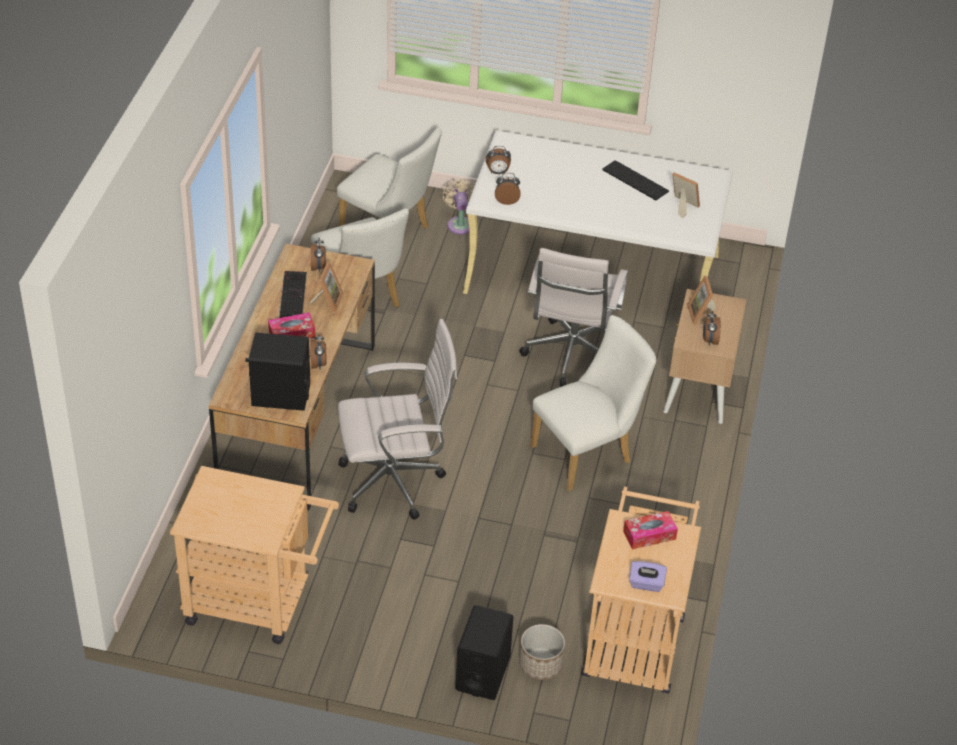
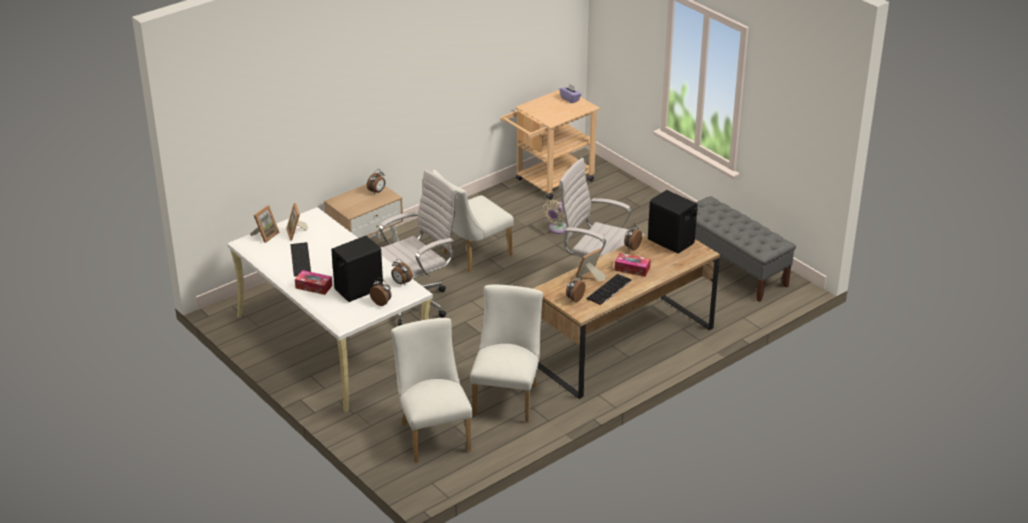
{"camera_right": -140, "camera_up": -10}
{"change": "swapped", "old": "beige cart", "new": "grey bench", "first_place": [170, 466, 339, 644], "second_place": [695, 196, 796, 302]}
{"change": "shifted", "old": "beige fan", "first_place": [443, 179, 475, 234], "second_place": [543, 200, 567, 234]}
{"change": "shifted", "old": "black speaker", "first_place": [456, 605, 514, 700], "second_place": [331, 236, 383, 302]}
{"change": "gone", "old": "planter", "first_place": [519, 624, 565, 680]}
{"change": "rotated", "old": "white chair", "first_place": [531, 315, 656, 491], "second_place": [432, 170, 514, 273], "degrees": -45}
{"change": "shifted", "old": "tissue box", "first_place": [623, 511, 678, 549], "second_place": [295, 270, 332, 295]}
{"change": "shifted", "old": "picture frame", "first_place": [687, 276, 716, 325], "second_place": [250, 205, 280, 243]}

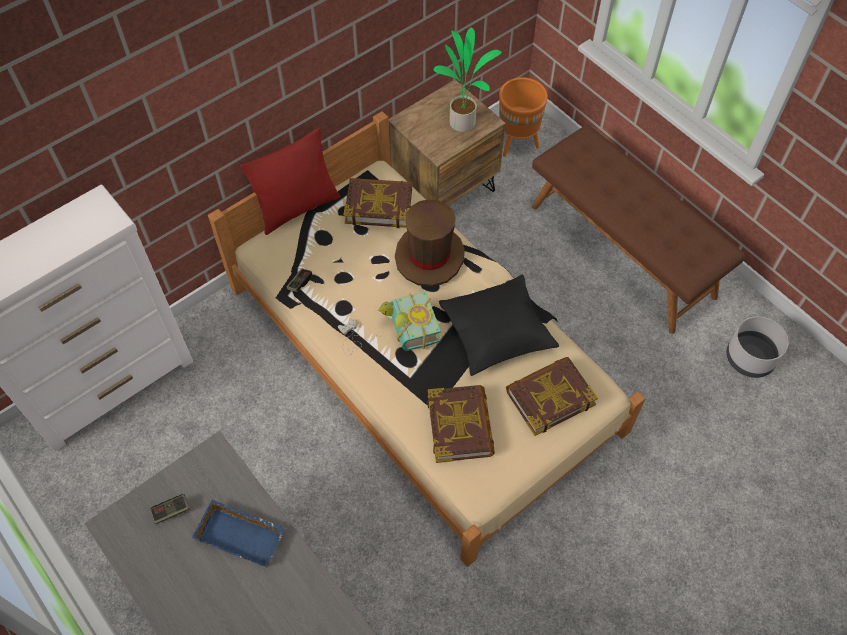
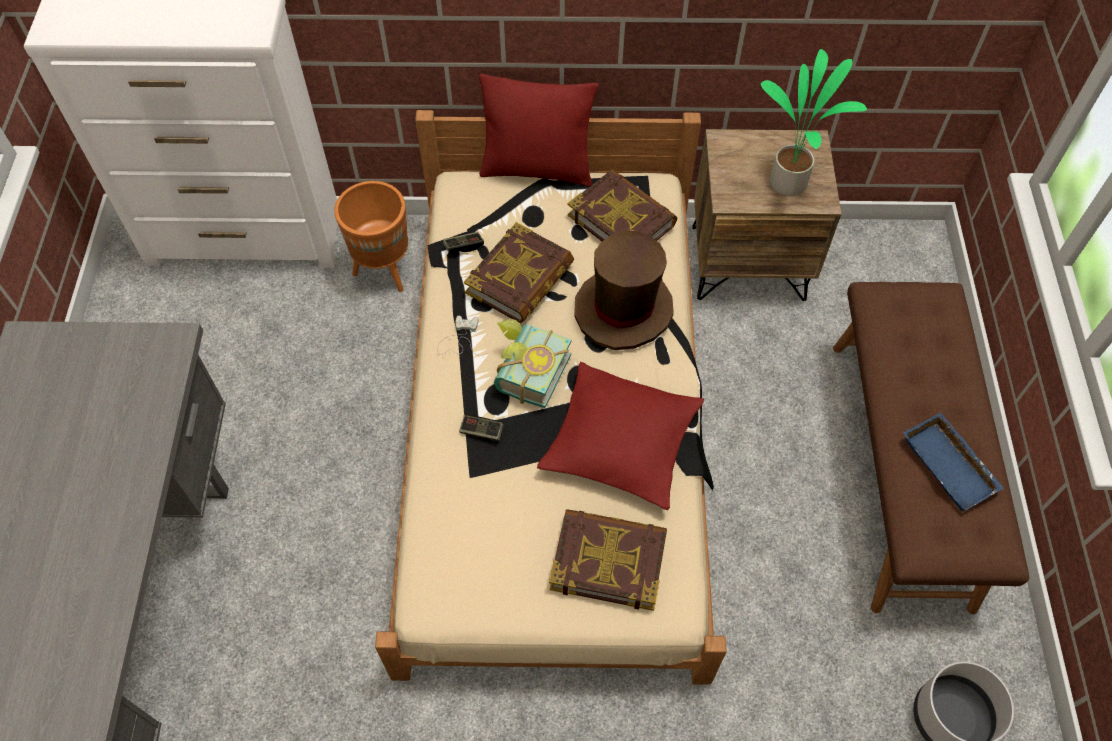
{"camera_right": 40, "camera_up": 0}
{"change": "shifted", "old": "game controller", "first_place": [150, 494, 190, 524], "second_place": [459, 414, 504, 441]}
{"change": "shifted", "old": "blue tray", "first_place": [192, 500, 286, 567], "second_place": [903, 412, 1004, 511]}
{"change": "shifted", "old": "book", "first_place": [428, 385, 495, 463], "second_place": [464, 222, 574, 324]}
{"change": "repainted", "old": "black pillow", "new": "red pillow", "first_place": [439, 274, 559, 376], "second_place": [537, 362, 704, 510]}
{"change": "shifted", "old": "orange planter", "first_place": [499, 77, 548, 157], "second_place": [334, 181, 408, 292]}

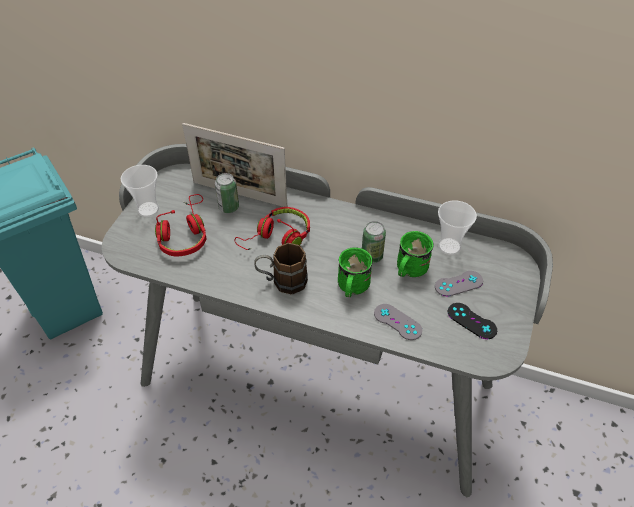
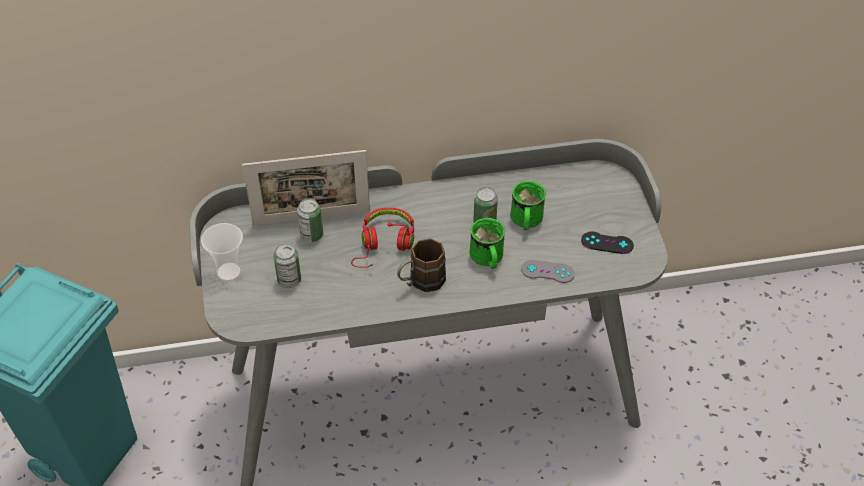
{"camera_right": -30, "camera_up": 0}
{"change": "swapped", "old": "red headphones", "new": "can", "first_place": [155, 194, 207, 256], "second_place": [273, 244, 301, 288]}
{"change": "gone", "old": "grey game controller", "first_place": [435, 271, 483, 297]}
{"change": "gone", "old": "cup", "first_place": [438, 201, 477, 255]}

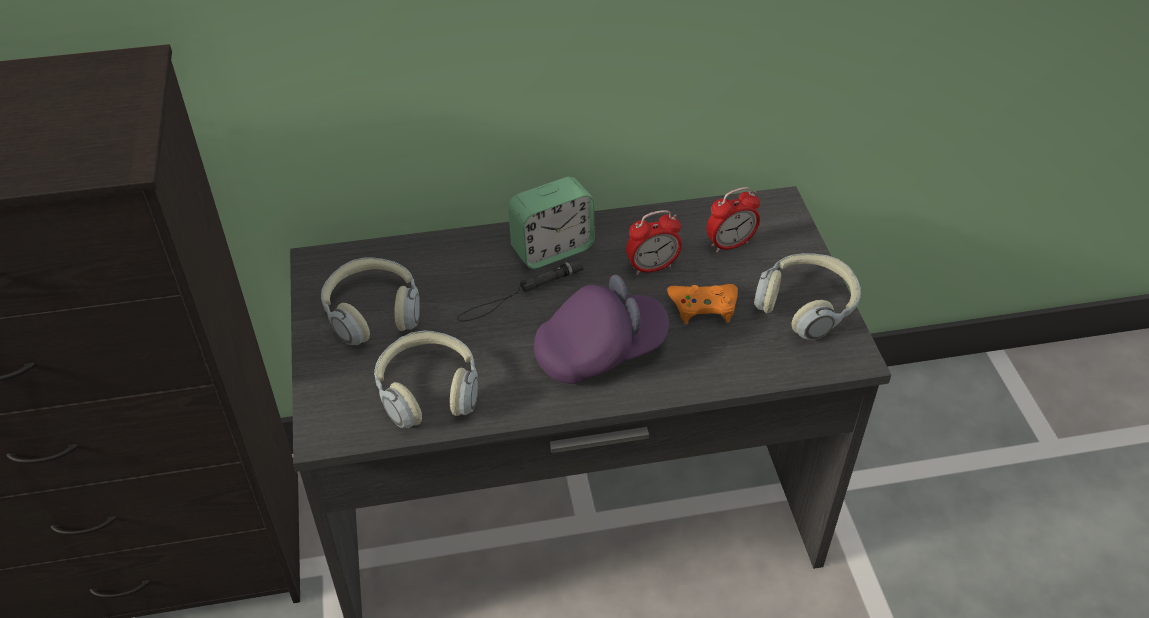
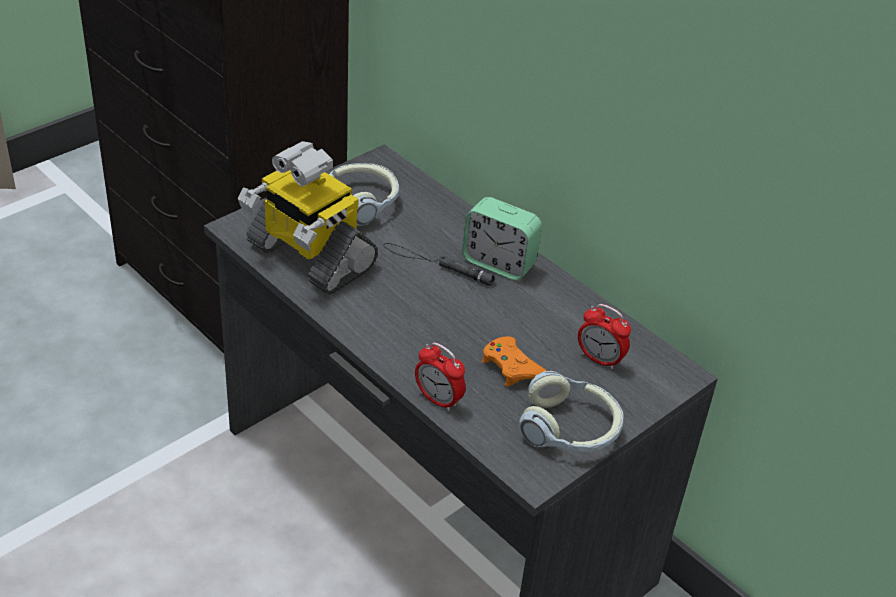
{"camera_right": 55, "camera_up": -5}
{"change": "swapped", "old": "headphones", "new": "toy robot", "first_place": [374, 331, 478, 428], "second_place": [238, 141, 378, 295]}
{"change": "gone", "old": "purple cap", "first_place": [534, 275, 669, 384]}
{"change": "shifted", "old": "alarm clock", "first_place": [626, 210, 682, 275], "second_place": [415, 343, 466, 411]}

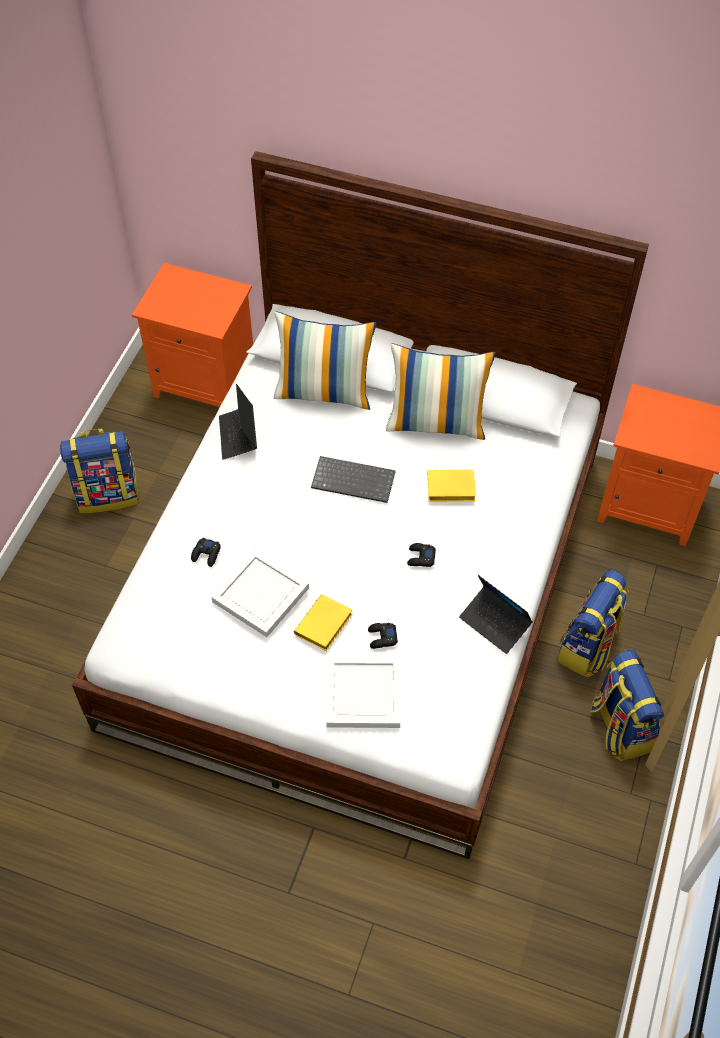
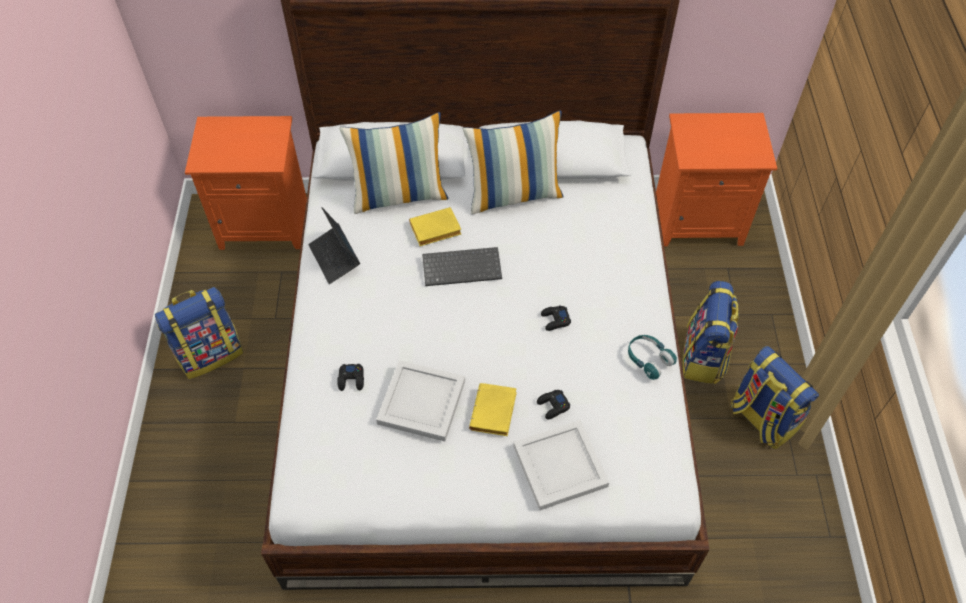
{"camera_right": -20, "camera_up": 0}
{"change": "shifted", "old": "yellow book", "first_place": [427, 469, 476, 501], "second_place": [409, 207, 461, 246]}
{"change": "swapped", "old": "laptop", "new": "turquoise headphones", "first_place": [459, 575, 533, 654], "second_place": [628, 335, 677, 380]}

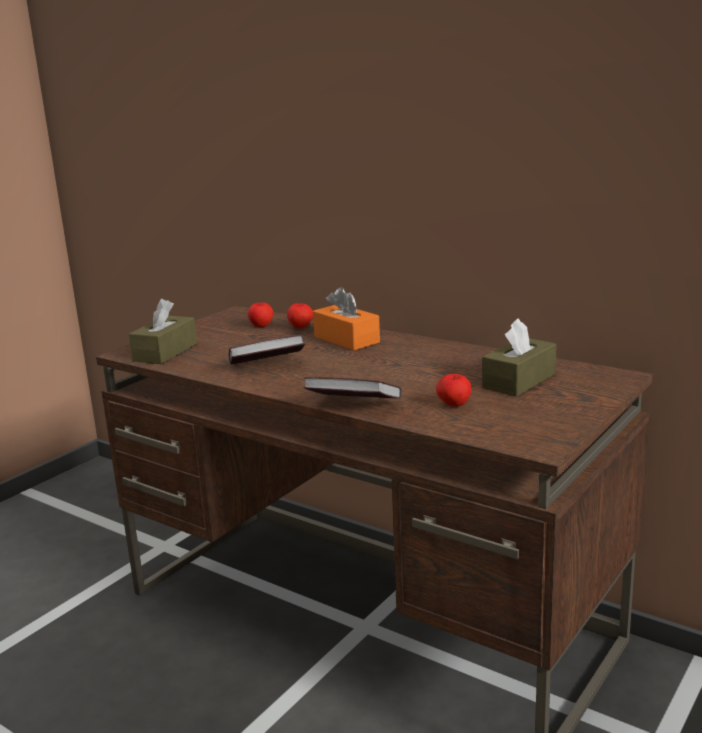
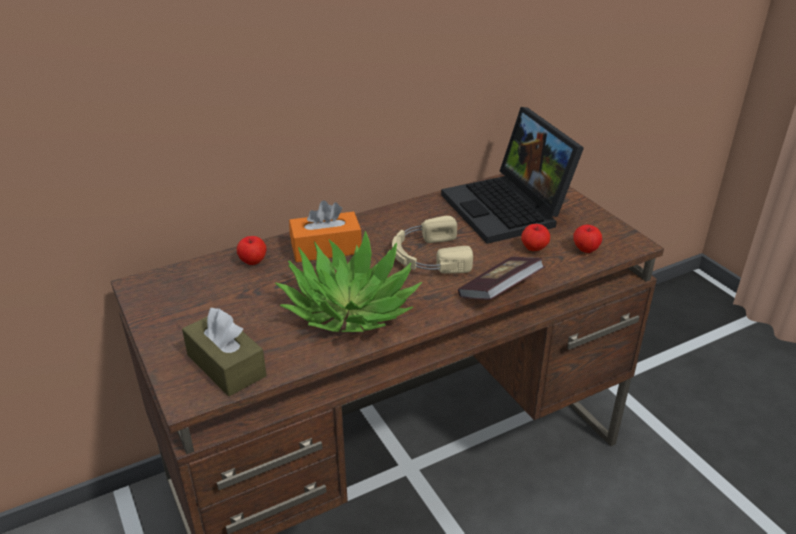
{"camera_right": -65, "camera_up": 15}
{"change": "swapped", "old": "book", "new": "potted plant", "first_place": [229, 335, 305, 365], "second_place": [275, 231, 422, 332]}
{"change": "shifted", "old": "apple", "first_place": [247, 302, 274, 327], "second_place": [573, 225, 602, 253]}
{"change": "swapped", "old": "brown tissue box", "new": "laptop", "first_place": [482, 318, 557, 397], "second_place": [441, 107, 584, 244]}
{"change": "new", "new": "beige headphones", "second_place": [392, 216, 473, 274]}

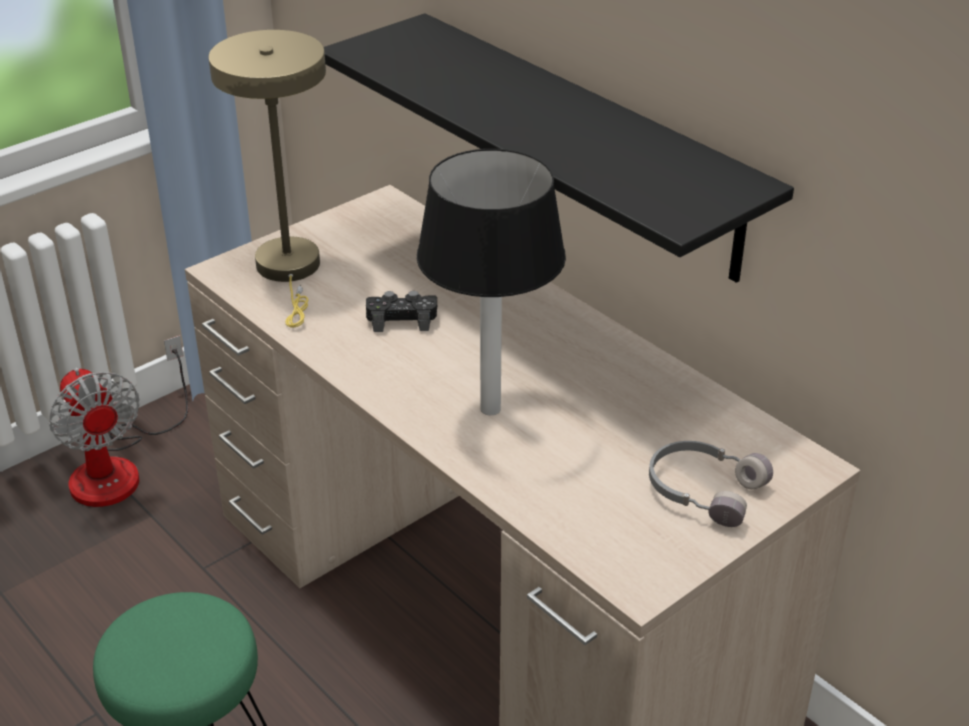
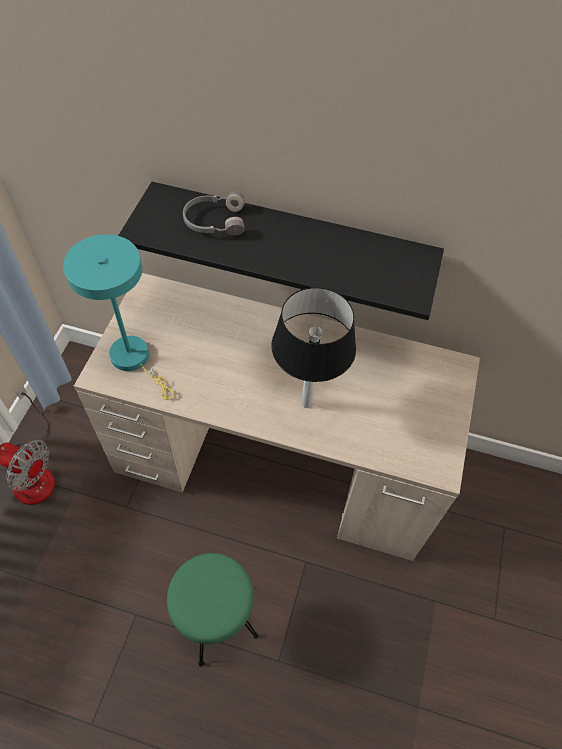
{"camera_right": -35, "camera_up": 20}
{"change": "repainted", "old": "beige table lamp", "new": "turquoise table lamp", "first_place": [209, 30, 326, 328], "second_place": [63, 234, 174, 400]}
{"change": "gone", "old": "black game controller", "first_place": [366, 291, 437, 332]}
{"change": "shifted", "old": "grey headphones", "first_place": [649, 441, 773, 527], "second_place": [183, 191, 245, 236]}

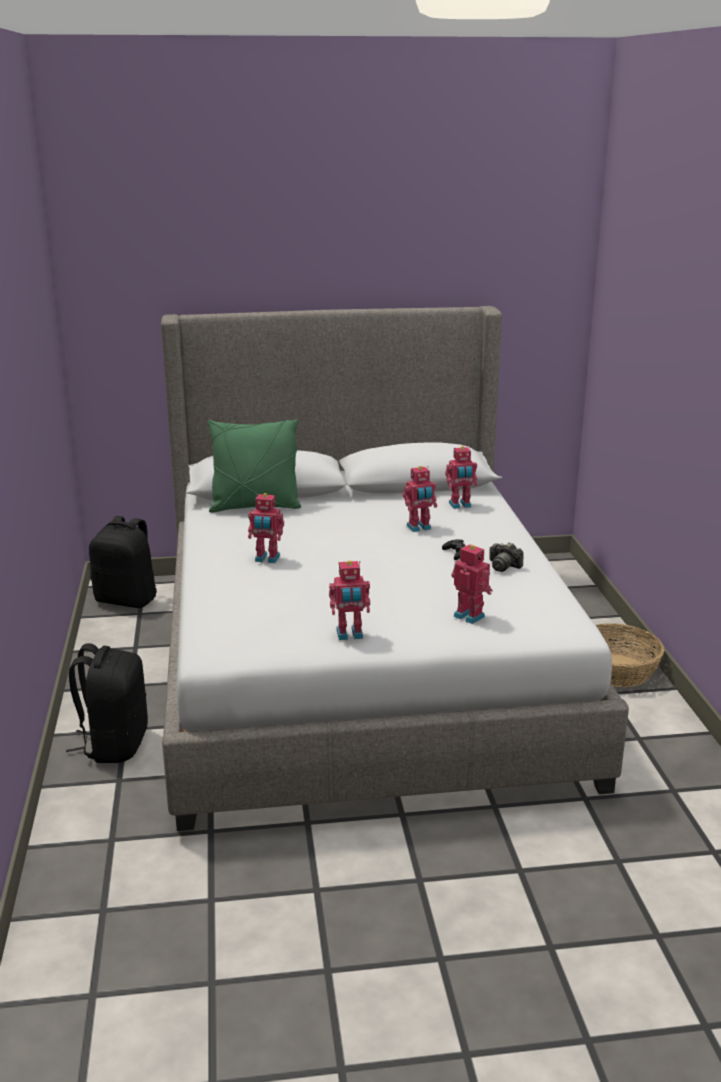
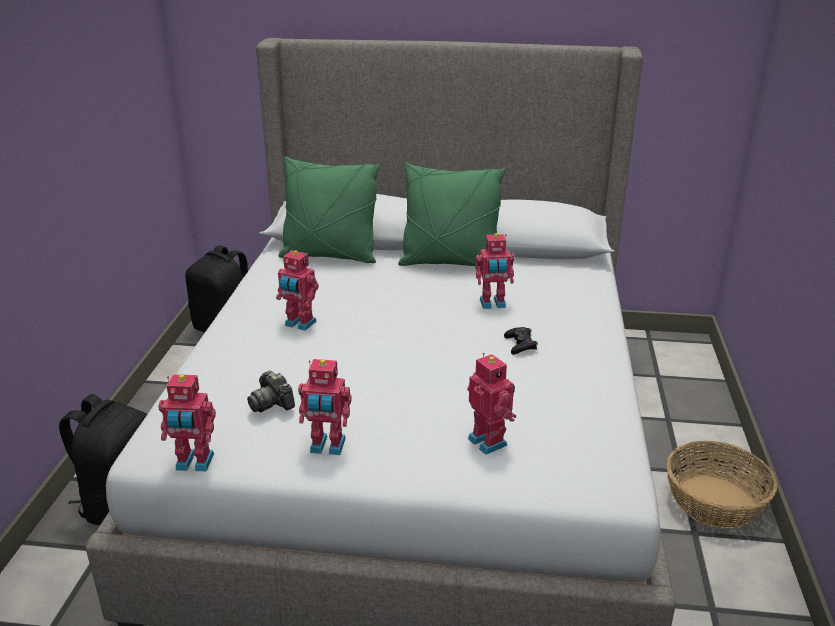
{"camera_right": 15, "camera_up": 5}
{"change": "shifted", "old": "toy robot", "first_place": [445, 446, 477, 509], "second_place": [158, 374, 216, 472]}
{"change": "shifted", "old": "photo camera", "first_place": [489, 542, 523, 572], "second_place": [247, 370, 295, 412]}
{"change": "new", "new": "green pillow", "second_place": [398, 162, 506, 266]}

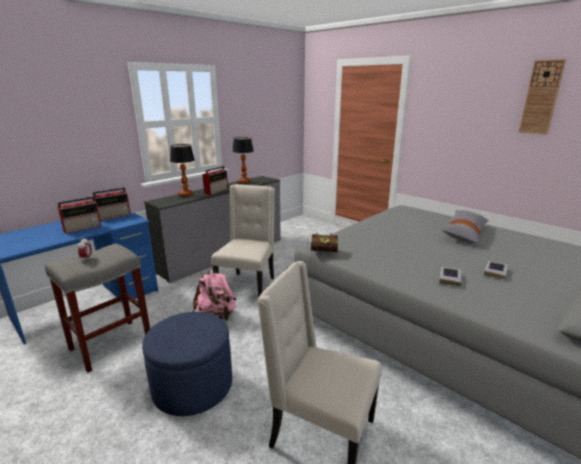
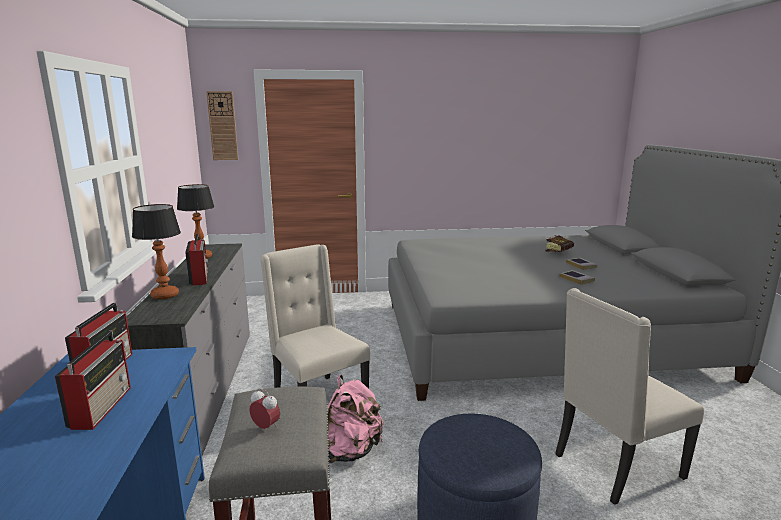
{"camera_right": -50, "camera_up": -5}
{"change": "shifted", "old": "book", "first_place": [311, 233, 344, 252], "second_place": [545, 235, 574, 252]}
{"change": "gone", "old": "grey pillow", "first_place": [442, 210, 489, 244]}
{"change": "shifted", "old": "wall clock", "first_place": [519, 59, 566, 135], "second_place": [206, 91, 239, 160]}

